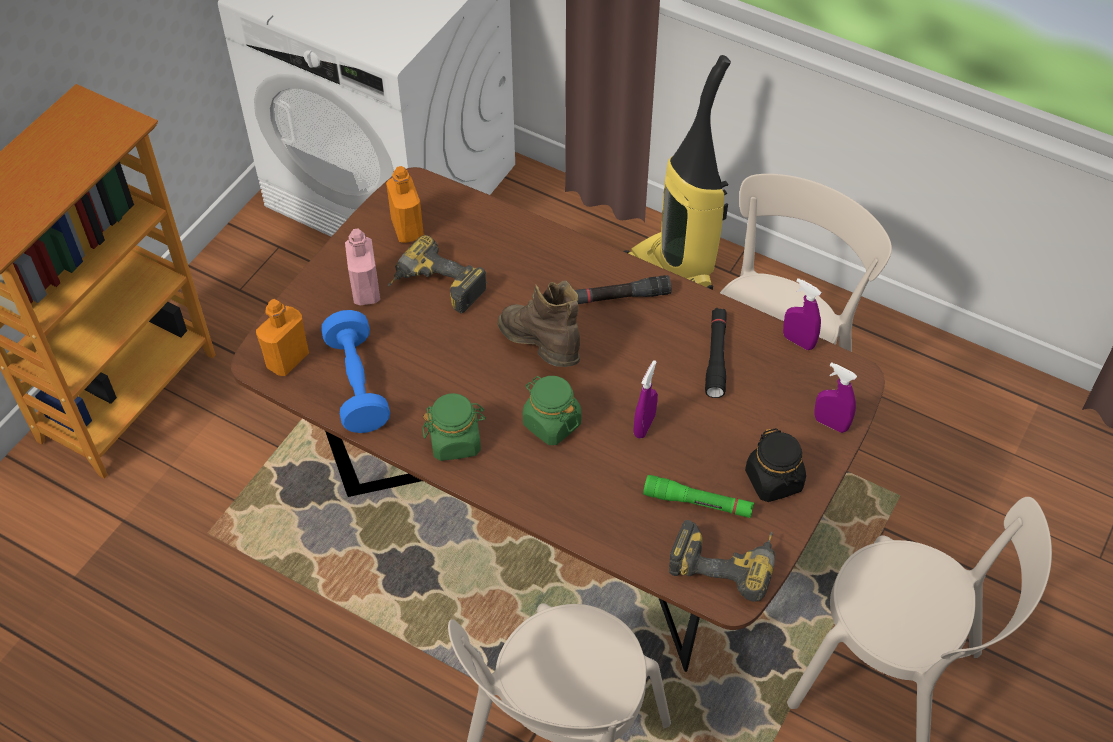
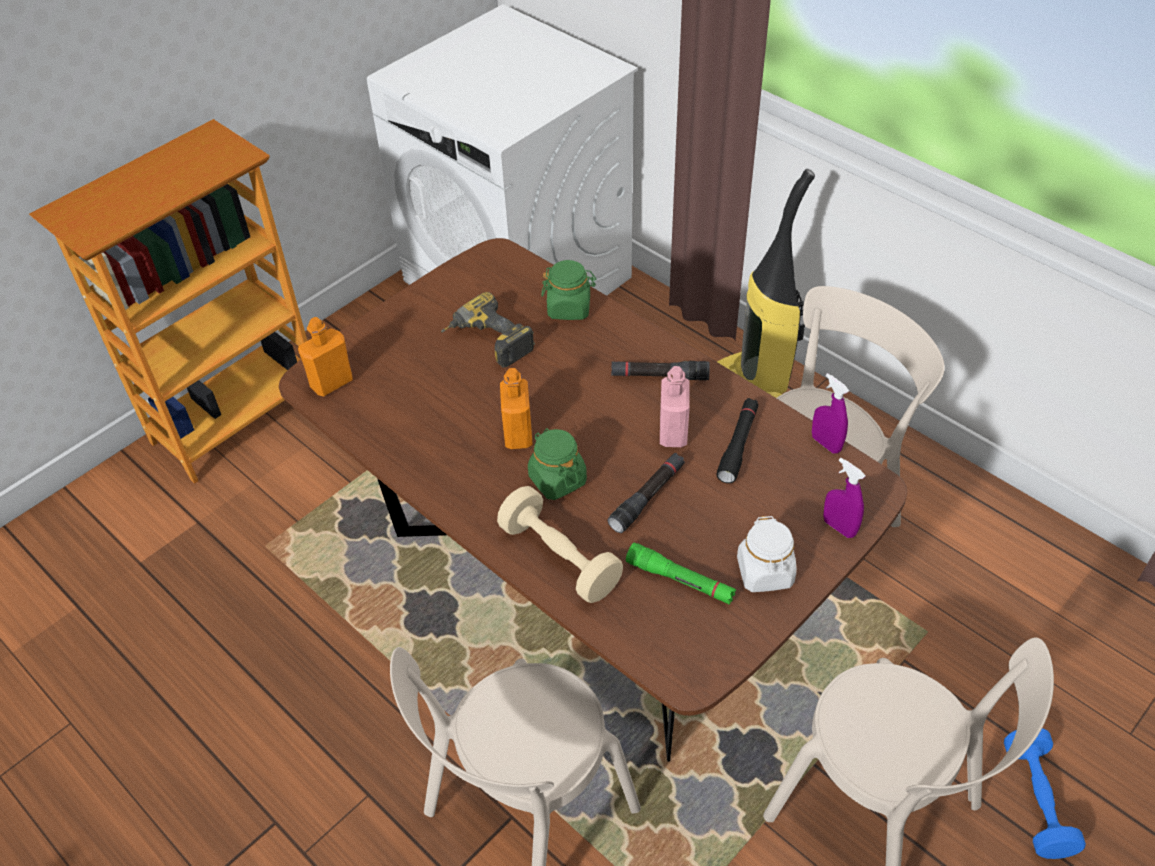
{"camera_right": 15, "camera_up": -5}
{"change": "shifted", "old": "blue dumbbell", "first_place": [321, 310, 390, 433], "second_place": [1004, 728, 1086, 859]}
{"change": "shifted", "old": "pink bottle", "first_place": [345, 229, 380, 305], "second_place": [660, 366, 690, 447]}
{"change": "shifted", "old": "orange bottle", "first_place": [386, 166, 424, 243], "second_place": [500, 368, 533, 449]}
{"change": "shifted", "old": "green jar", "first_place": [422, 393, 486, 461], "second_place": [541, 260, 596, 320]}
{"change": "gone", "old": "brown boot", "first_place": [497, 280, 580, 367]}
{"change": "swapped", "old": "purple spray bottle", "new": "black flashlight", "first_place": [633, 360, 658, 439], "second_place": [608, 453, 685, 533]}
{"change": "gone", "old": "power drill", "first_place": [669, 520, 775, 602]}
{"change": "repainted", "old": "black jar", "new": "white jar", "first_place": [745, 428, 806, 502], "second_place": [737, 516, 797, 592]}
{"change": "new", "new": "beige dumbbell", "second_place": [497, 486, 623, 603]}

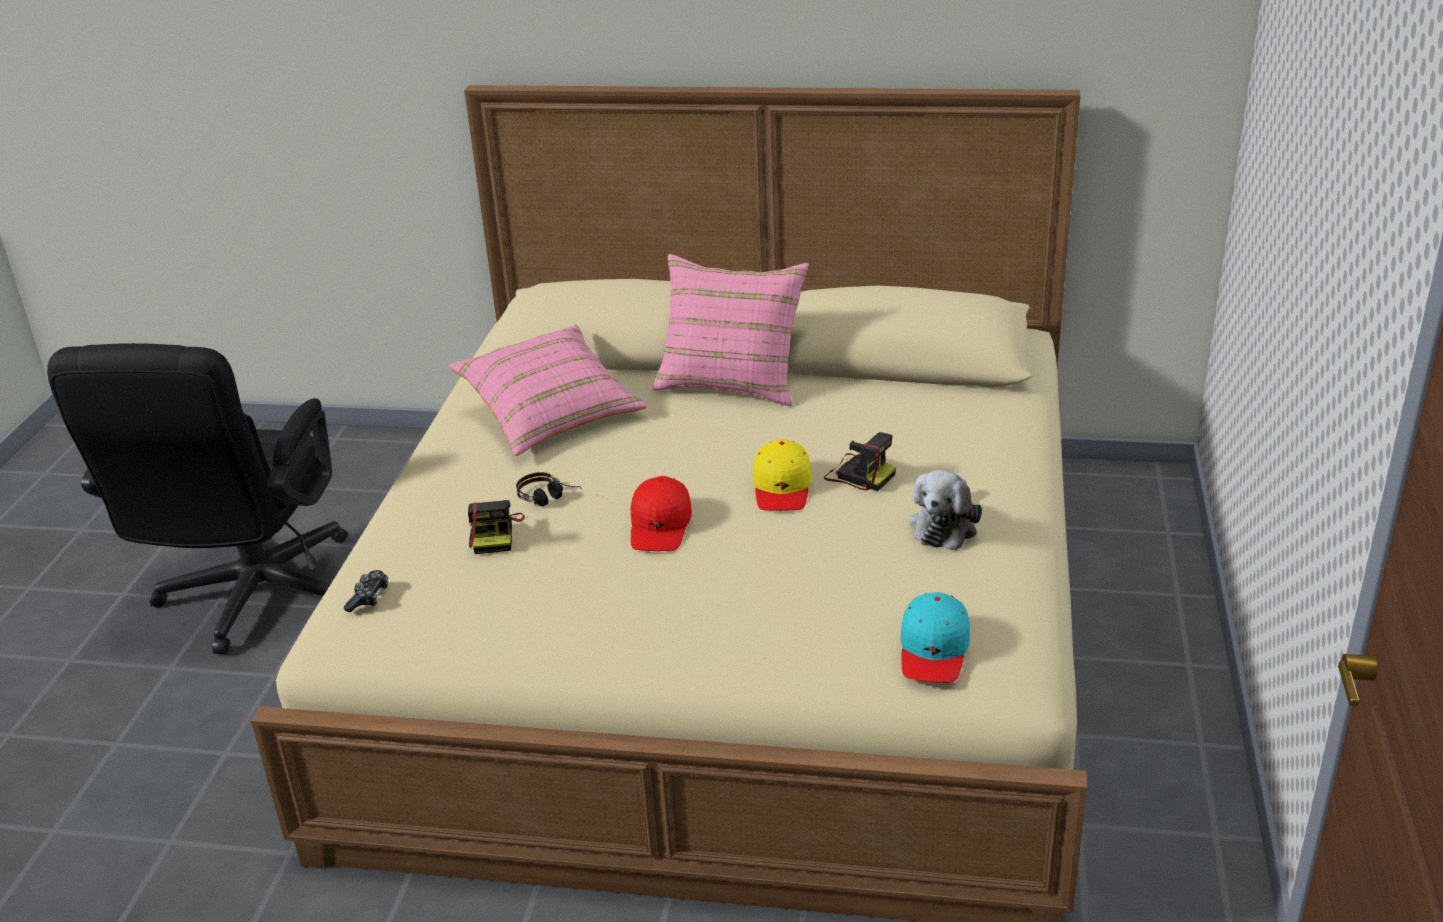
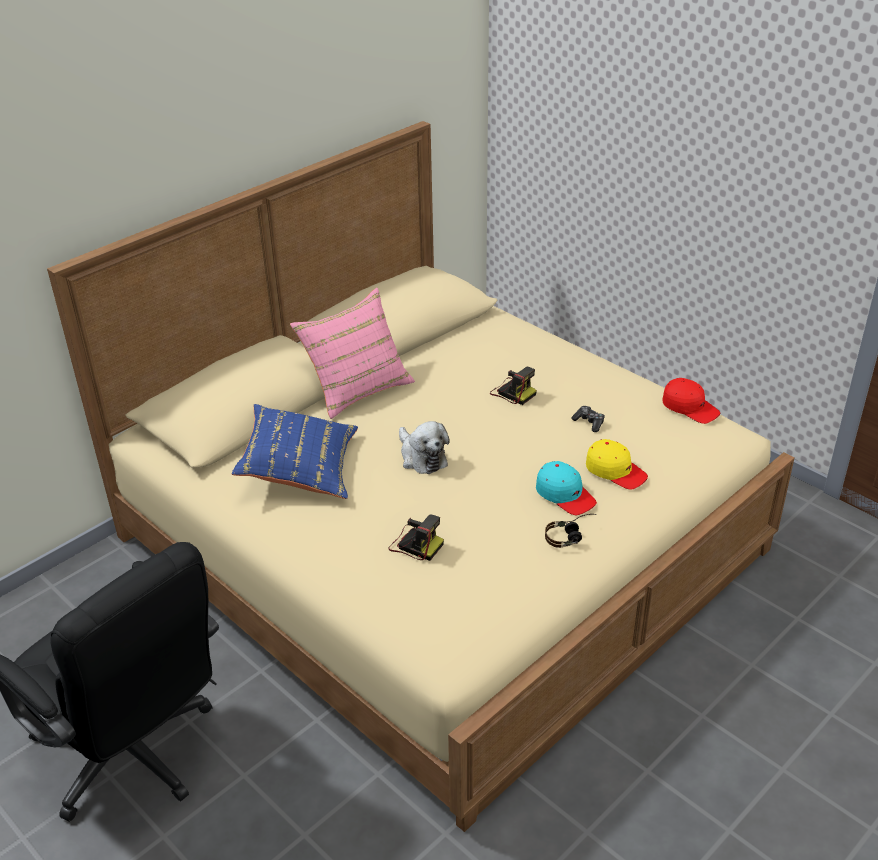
{"camera_right": -55, "camera_up": 5}
{"change": "shifted", "old": "game controller", "first_place": [344, 570, 388, 612], "second_place": [571, 406, 605, 432]}
{"change": "repainted", "old": "pink pillow", "new": "blue pillow", "first_place": [448, 325, 647, 456], "second_place": [232, 404, 358, 499]}
{"change": "shifted", "old": "headphones", "first_place": [516, 472, 582, 506], "second_place": [545, 514, 596, 548]}
{"change": "shifted", "old": "red cap", "first_place": [631, 476, 692, 551], "second_place": [662, 378, 720, 424]}
{"change": "shifted", "old": "yellow cap", "first_place": [753, 439, 811, 511], "second_place": [586, 439, 648, 490]}
{"change": "rotated", "old": "photo camera", "first_place": [824, 432, 896, 491], "second_place": [490, 367, 537, 405], "degrees": 60}
{"change": "shifted", "old": "turquoise cap", "first_place": [900, 592, 970, 683], "second_place": [536, 461, 597, 515]}
{"change": "shifted", "old": "plush toy", "first_place": [909, 470, 982, 550], "second_place": [399, 421, 450, 474]}

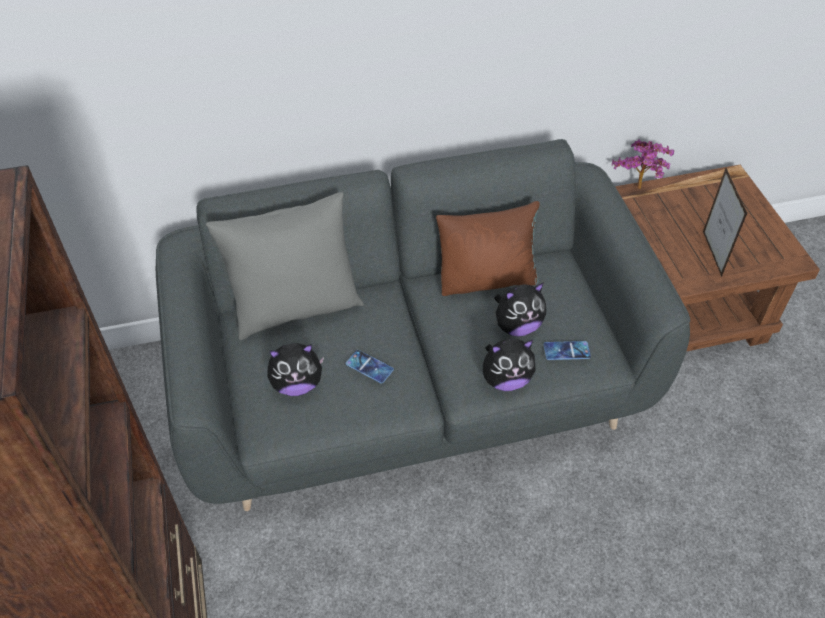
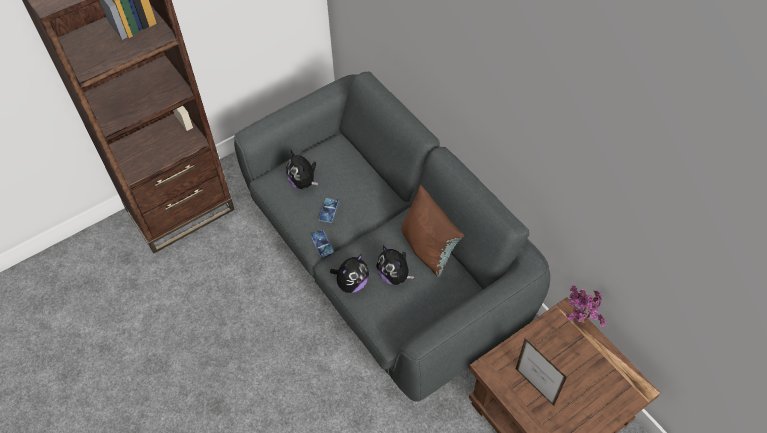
{"camera_right": 70, "camera_up": 5}
{"change": "gone", "old": "grey pillow", "first_place": [206, 192, 364, 340]}
{"change": "rotated", "old": "plush toy", "first_place": [483, 339, 535, 391], "second_place": [330, 254, 369, 293], "degrees": -105}
{"change": "shifted", "old": "phone", "first_place": [543, 341, 591, 360], "second_place": [311, 230, 334, 257]}
{"change": "rotated", "old": "picture frame", "first_place": [703, 168, 747, 277], "second_place": [516, 338, 567, 406], "degrees": -105}

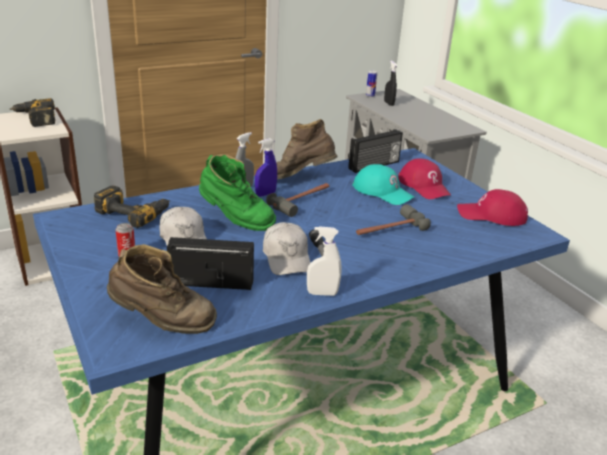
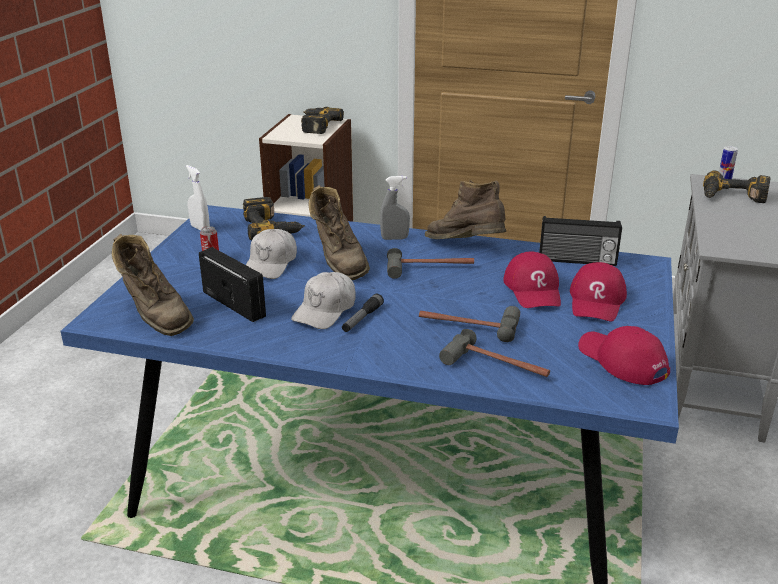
{"camera_right": 45, "camera_up": 0}
{"change": "repainted", "old": "green boot", "new": "brown boot", "first_place": [199, 154, 276, 231], "second_place": [309, 185, 370, 280]}
{"change": "gone", "old": "blue spray bottle", "first_place": [255, 138, 277, 197]}
{"change": "shifted", "old": "white spray bottle", "first_place": [307, 226, 342, 296], "second_place": [186, 165, 210, 231]}
{"change": "repainted", "old": "turquoise cap", "new": "red cap", "first_place": [353, 164, 414, 205], "second_place": [503, 251, 561, 308]}
{"change": "swapped", "old": "black spray bottle", "new": "power drill", "first_place": [384, 61, 397, 106], "second_place": [703, 170, 770, 203]}
{"change": "new", "new": "hammer", "second_place": [439, 329, 550, 377]}

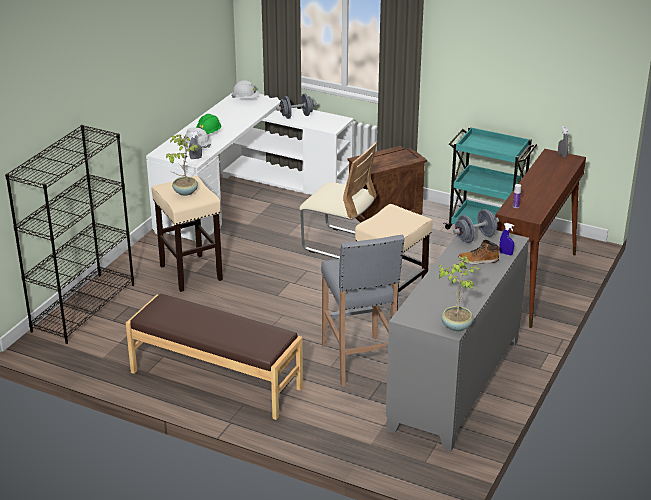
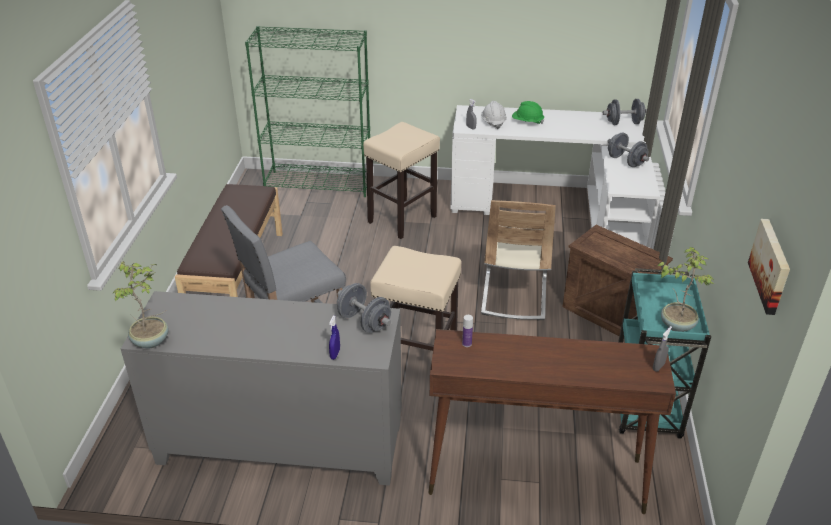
{"camera_right": 70, "camera_up": 5}
{"change": "repainted", "old": "black bookcase", "new": "green bookcase", "first_place": [5, 125, 134, 344], "second_place": [245, 26, 370, 197]}
{"change": "shifted", "old": "potted plant", "first_place": [166, 134, 199, 196], "second_place": [657, 247, 715, 332]}
{"change": "swapped", "old": "white hard hat", "new": "grey dumbbell", "first_place": [232, 80, 259, 98], "second_place": [603, 99, 647, 125]}
{"change": "gone", "old": "boot", "first_place": [459, 240, 500, 265]}
{"change": "new", "new": "picture", "second_place": [748, 219, 790, 315]}

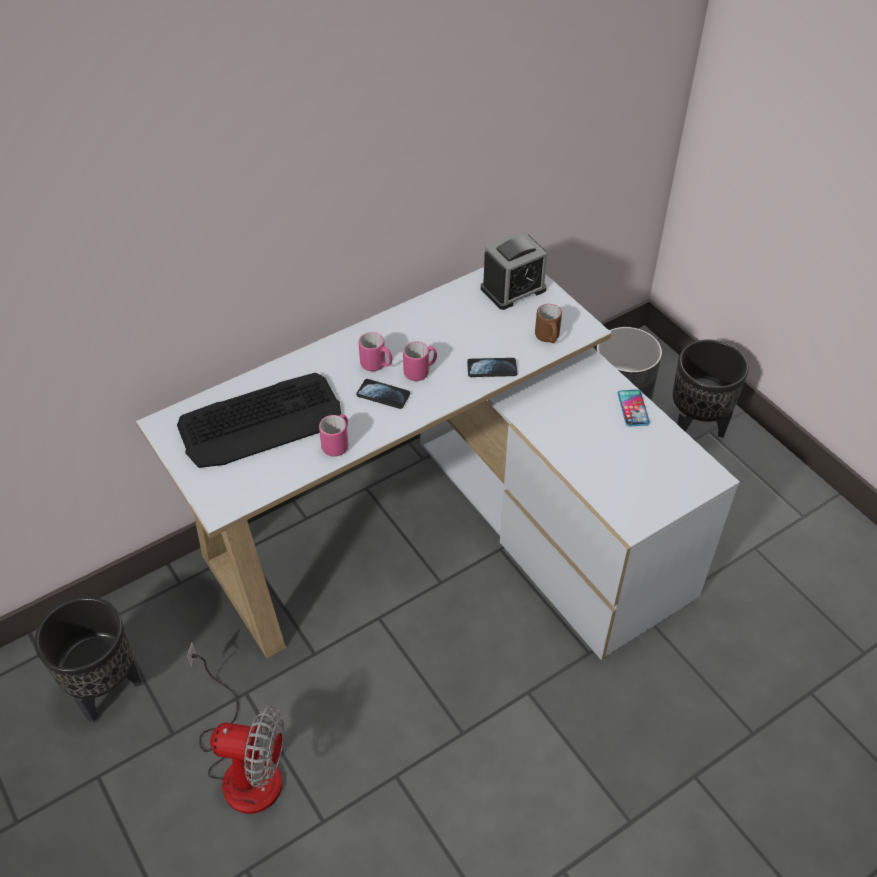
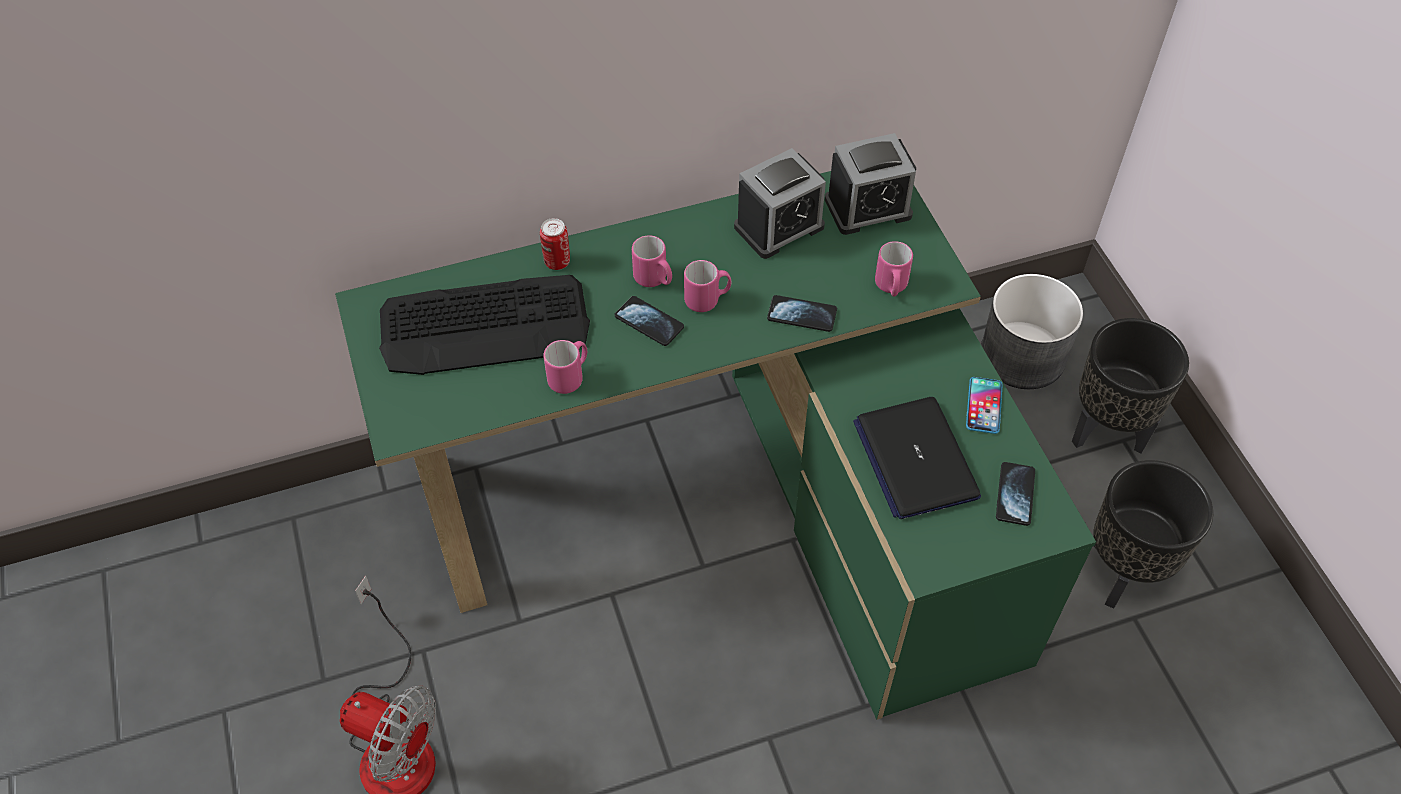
{"camera_right": 15, "camera_up": 5}
{"change": "shifted", "old": "black planter", "first_place": [35, 597, 142, 722], "second_place": [1093, 460, 1213, 609]}
{"change": "repainted", "old": "white desk", "new": "green desk", "first_place": [136, 267, 740, 660], "second_place": [335, 171, 1096, 720]}
{"change": "repainted", "old": "brown mug", "new": "pink mug", "first_place": [535, 304, 562, 343], "second_place": [875, 241, 913, 296]}
{"change": "new", "new": "can", "second_place": [540, 218, 570, 270]}
{"change": "new", "new": "alarm clock", "second_place": [734, 148, 826, 259]}
{"change": "new", "new": "laptop", "second_place": [853, 397, 981, 519]}
{"change": "new", "new": "phone", "second_place": [996, 462, 1035, 526]}

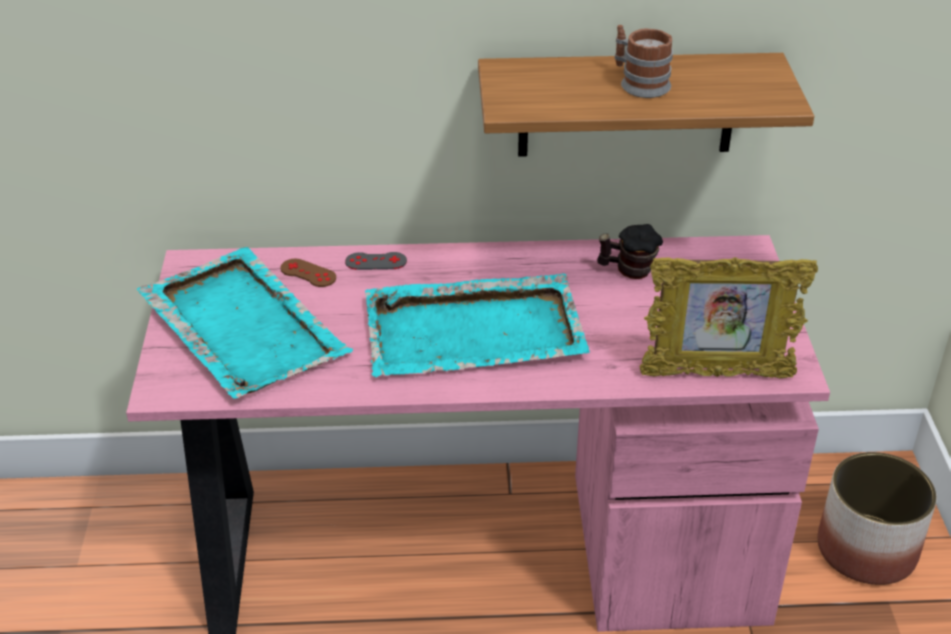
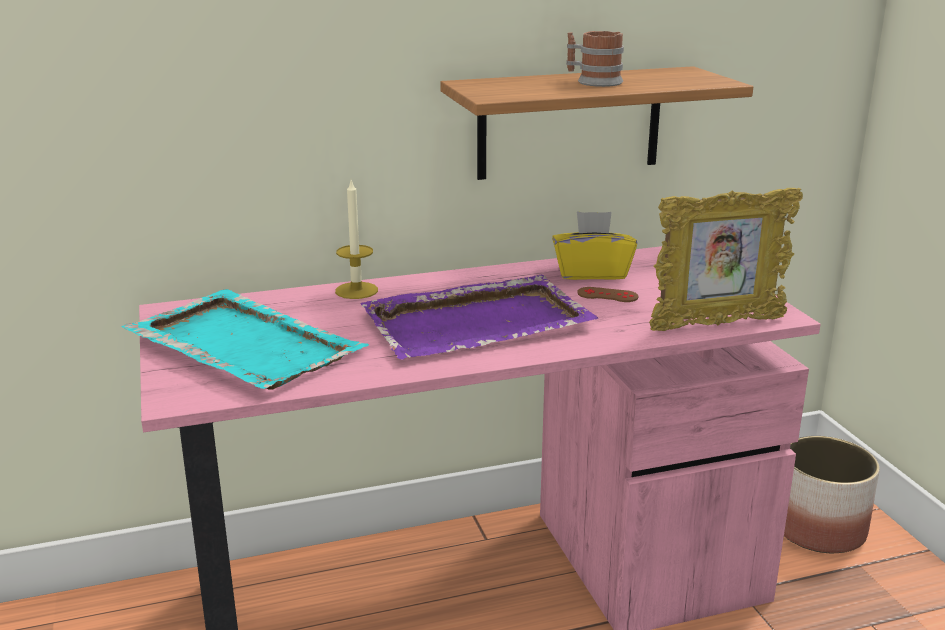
{"camera_right": -15, "camera_up": -15}
{"change": "shifted", "old": "brown game controller", "first_place": [280, 259, 336, 287], "second_place": [577, 287, 638, 302]}
{"change": "swapped", "old": "grey game controller", "new": "candle", "first_place": [345, 252, 407, 270], "second_place": [335, 180, 378, 299]}
{"change": "repainted", "old": "turquoise tray", "new": "purple tray", "first_place": [365, 273, 590, 377], "second_place": [360, 275, 598, 360]}
{"change": "swapped", "old": "mug", "new": "yellow tissue box", "first_place": [597, 224, 663, 279], "second_place": [552, 211, 637, 280]}

